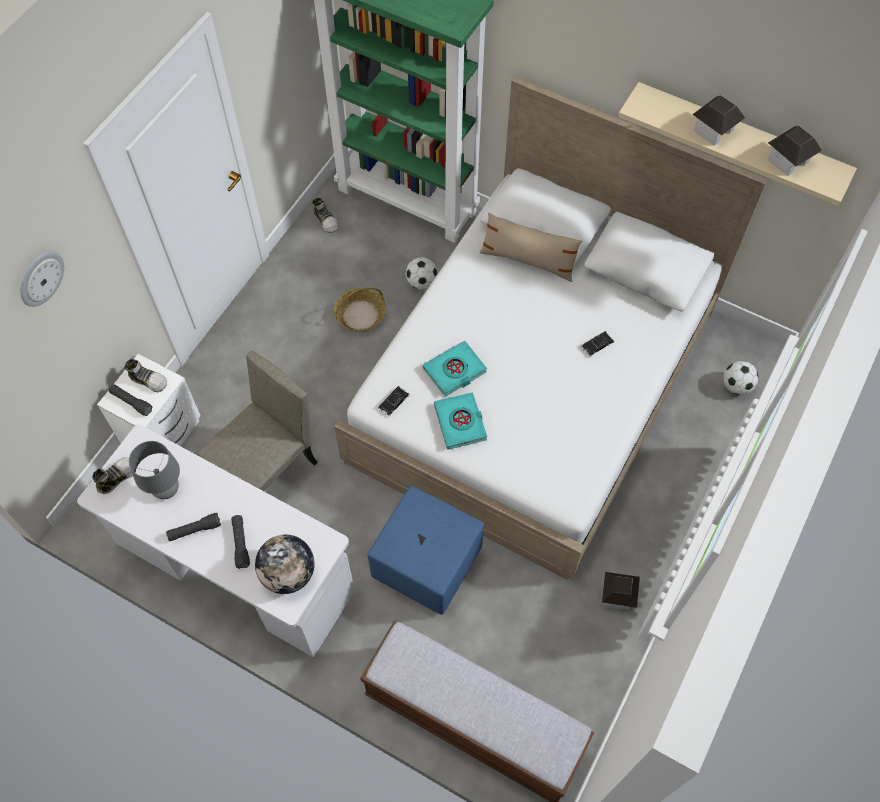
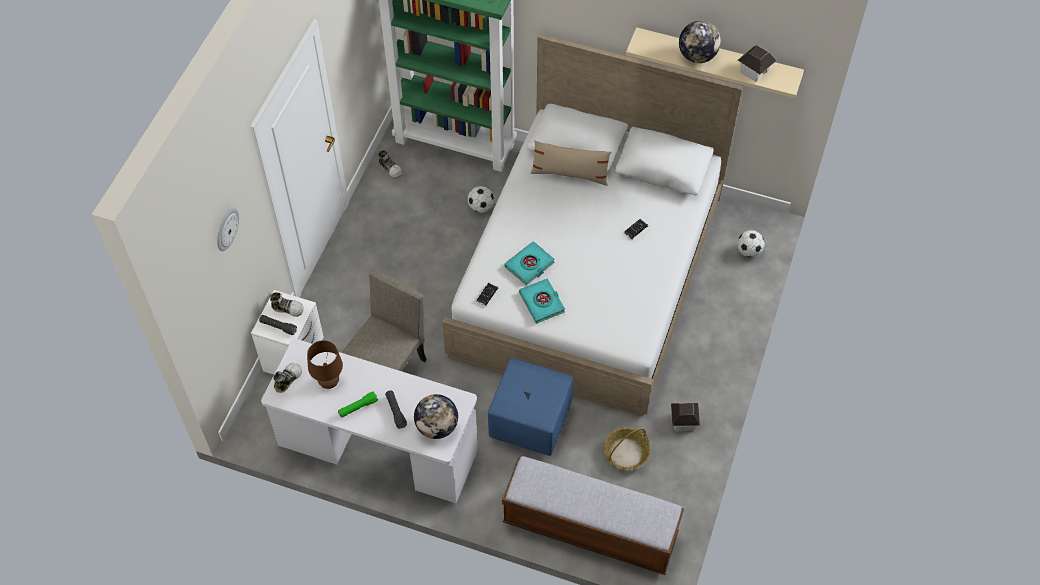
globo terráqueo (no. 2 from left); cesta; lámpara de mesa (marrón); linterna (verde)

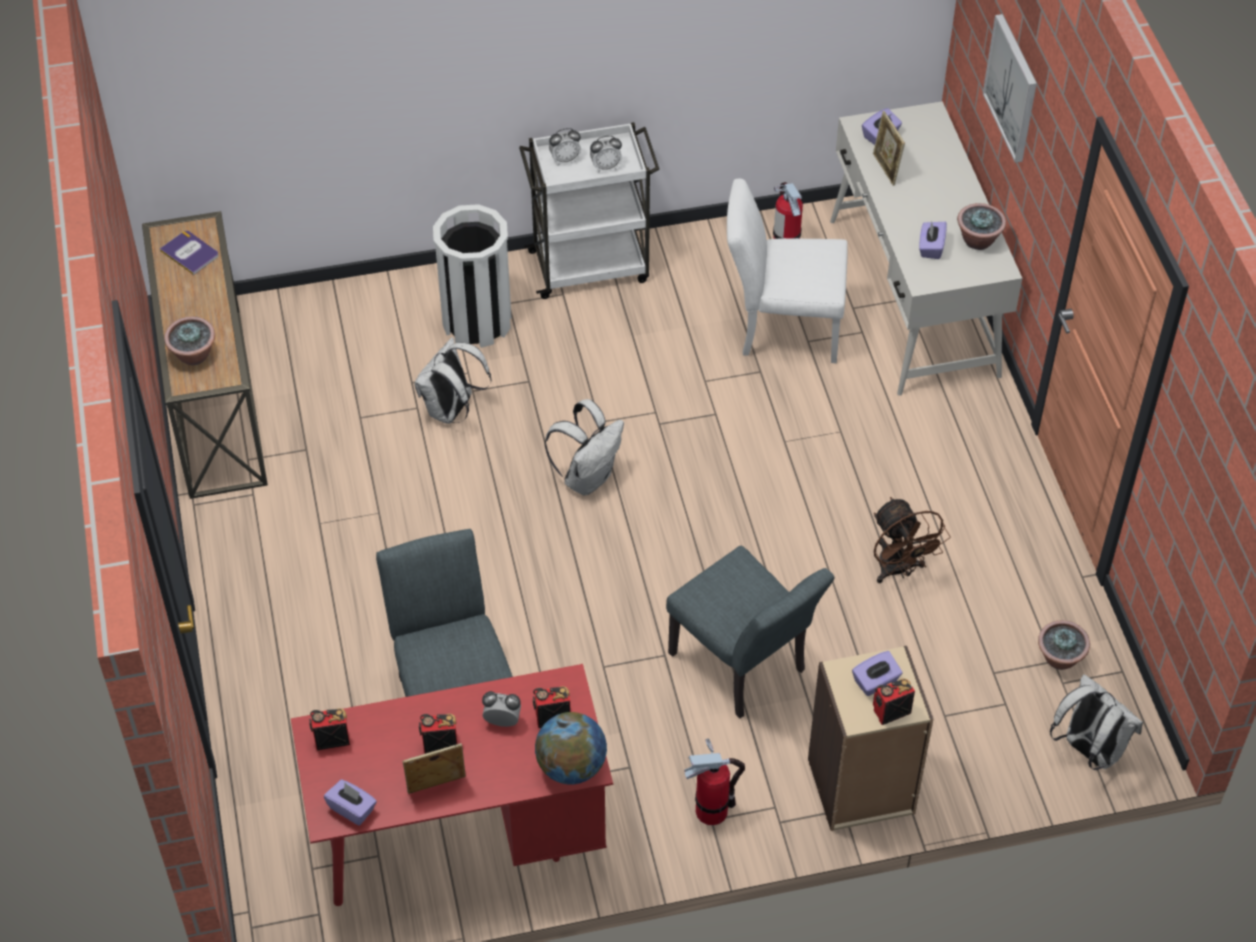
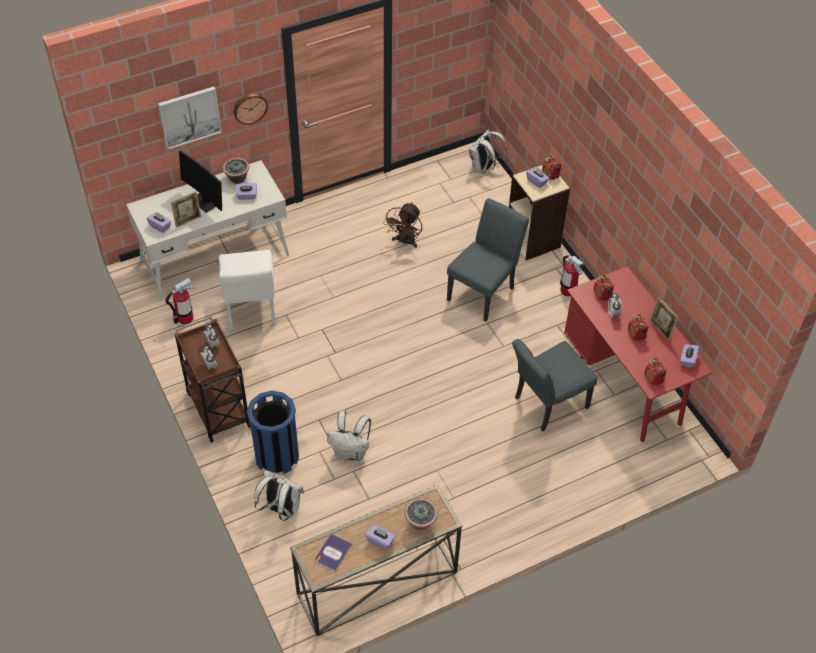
carrito (marrón); papelera (azul); mochila (blanco) (no. 1 from left); ventilador (marrón); planta en maceta (no. 3 from left in the first image); globo terráqueo; reloj de pared; monitor; caja de pañuelos (morado) (no. 3 from left)

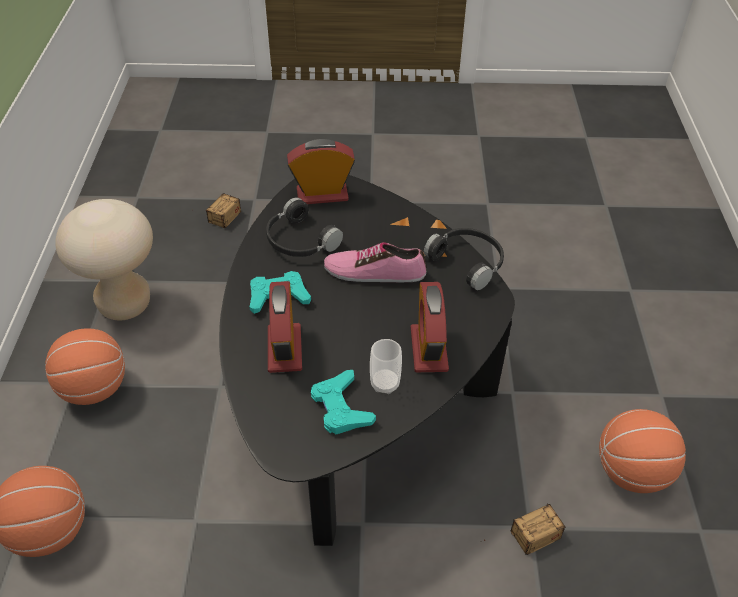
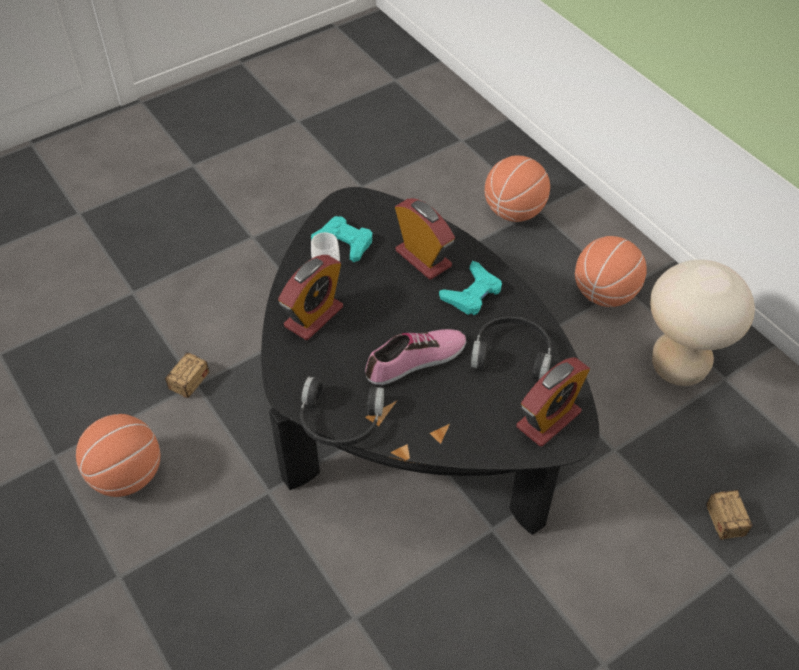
despertador (no. 1 from left)

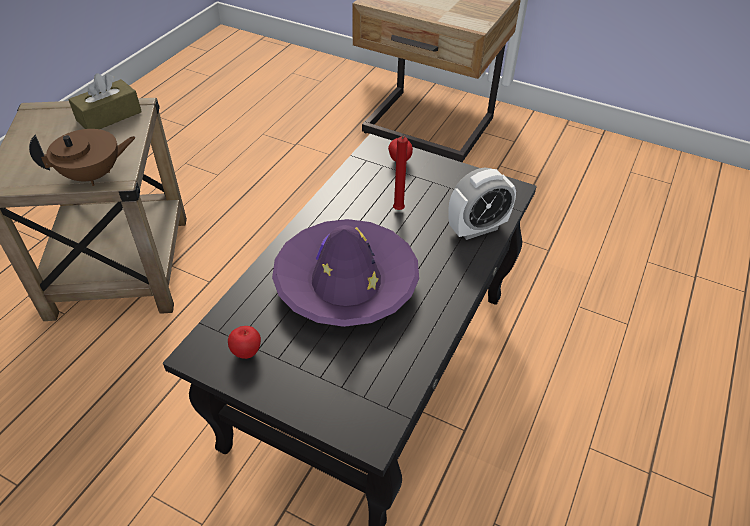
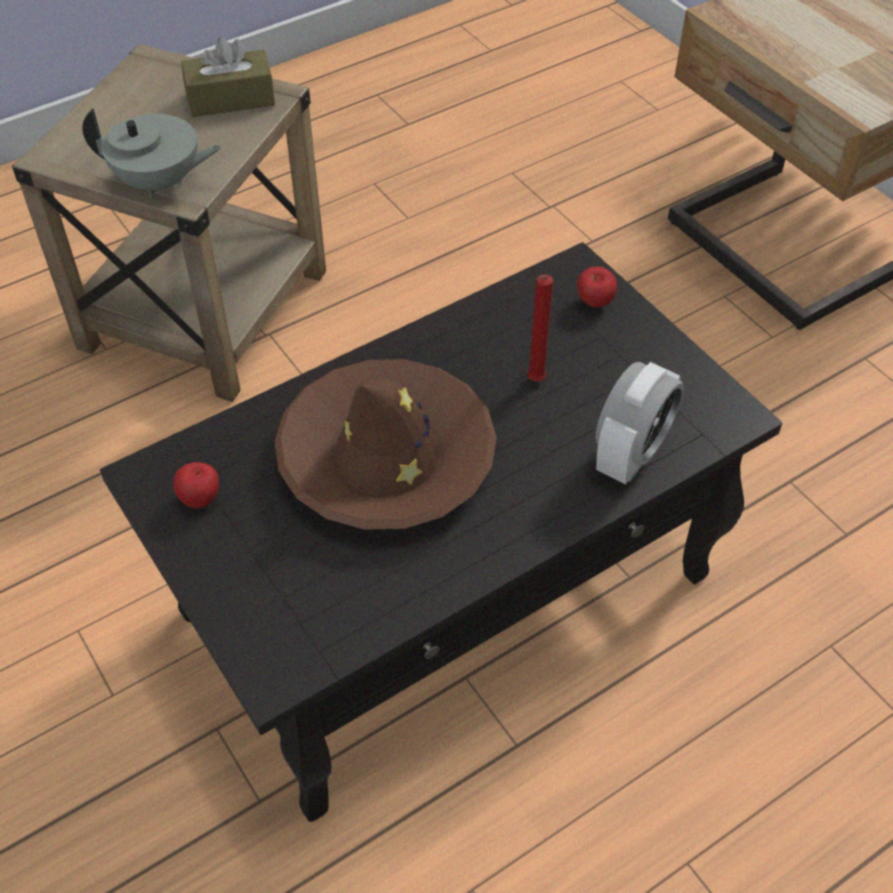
tetera (gris); despertador; sombrero (marrón)

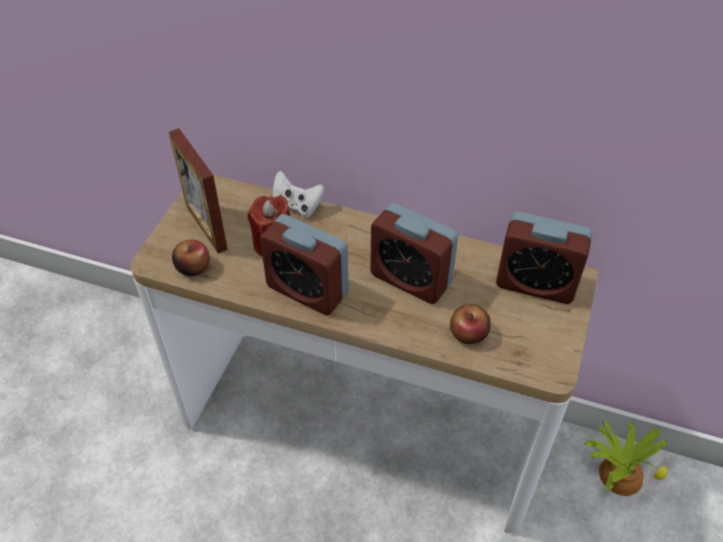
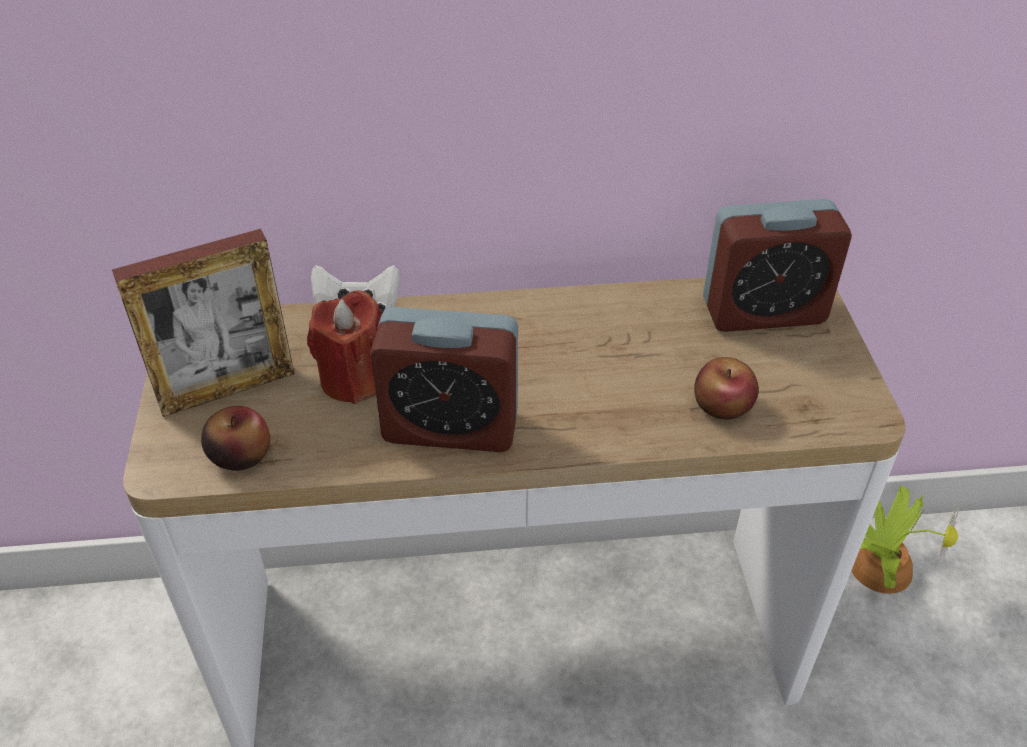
portarretratos; despertador (no. 2 from left in the first image)

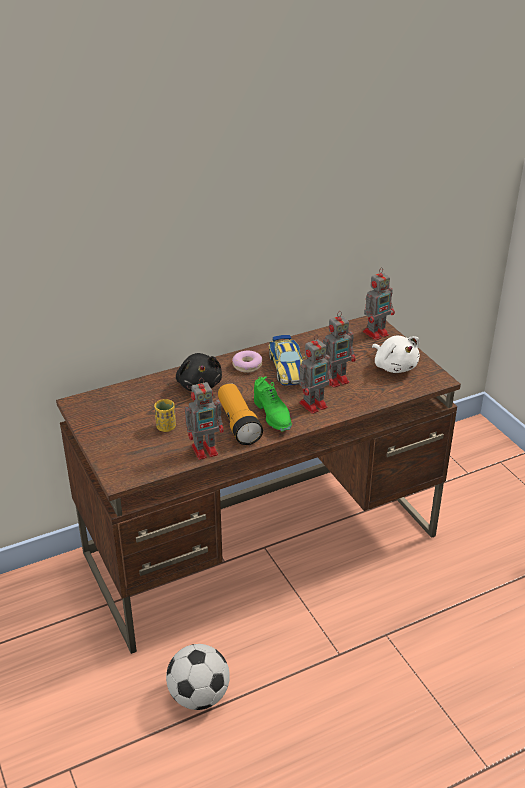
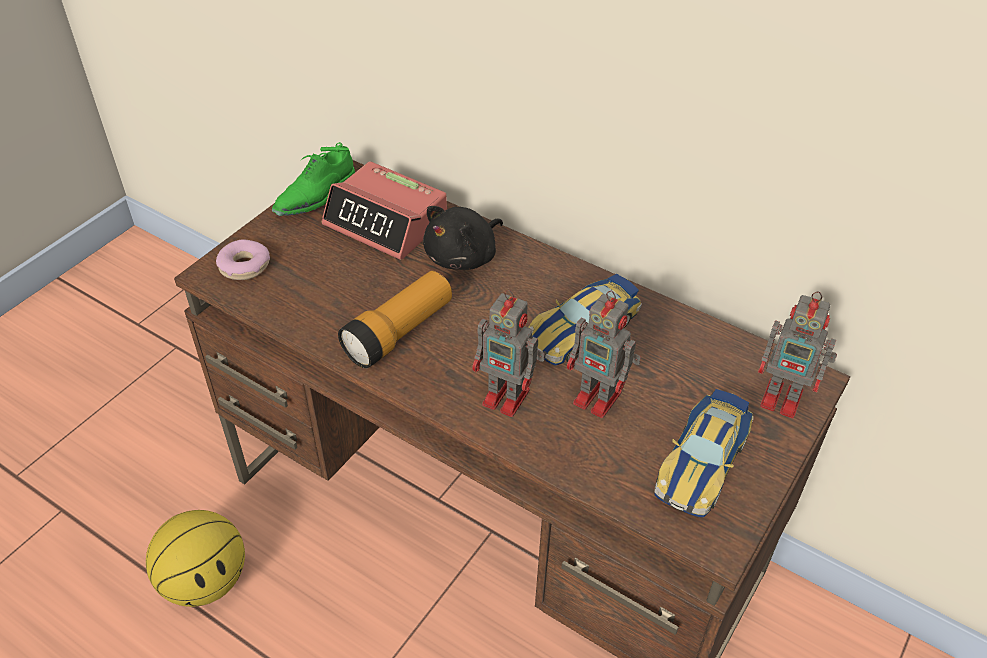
coche de juguete (no. 2 from left); rosquilla; zapato (verde); robot de juguete (no. 1 from left in the first image); taza (amarillo); balón de baloncesto; despertador

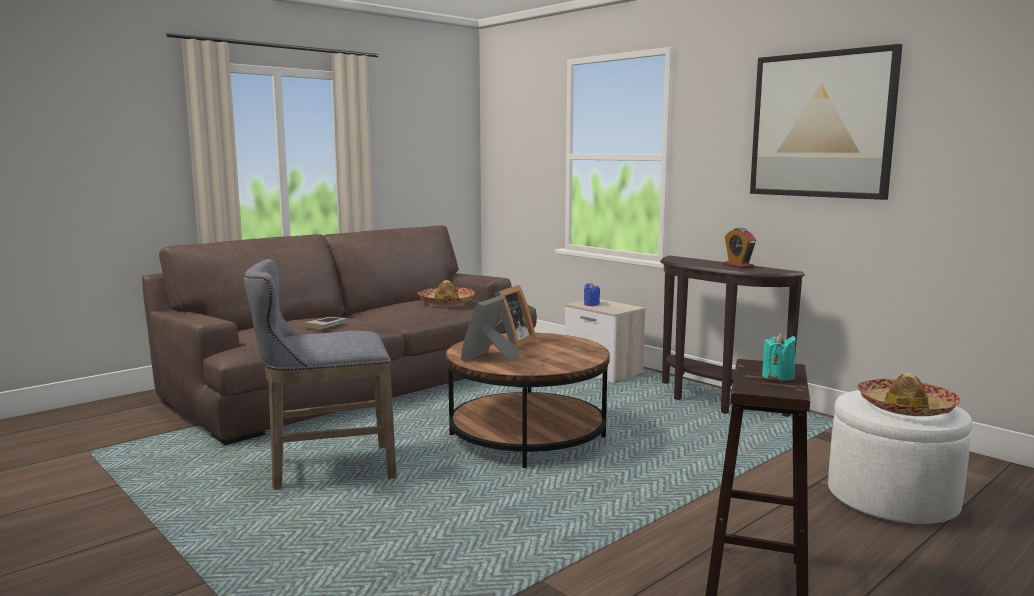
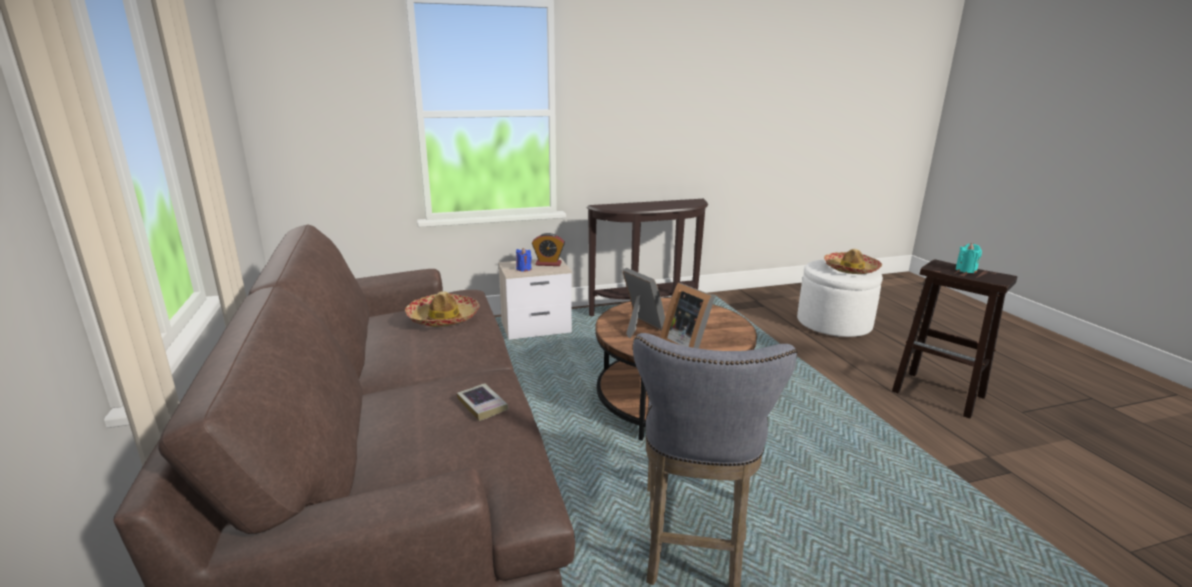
cuadro; despertador

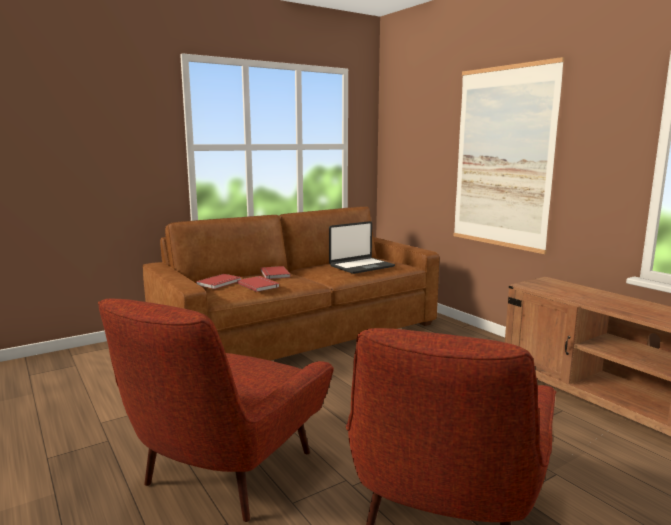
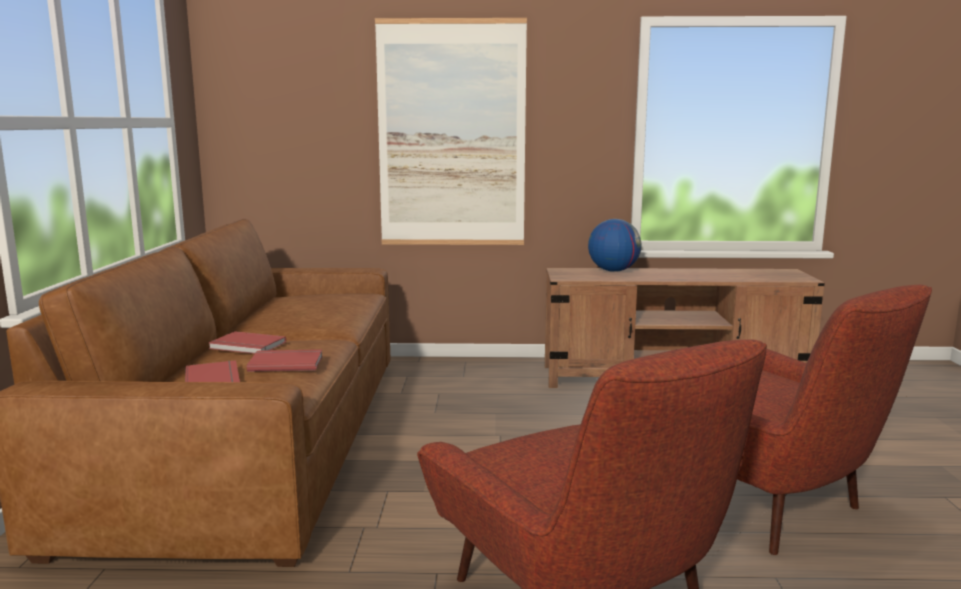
portátil; globo terráqueo

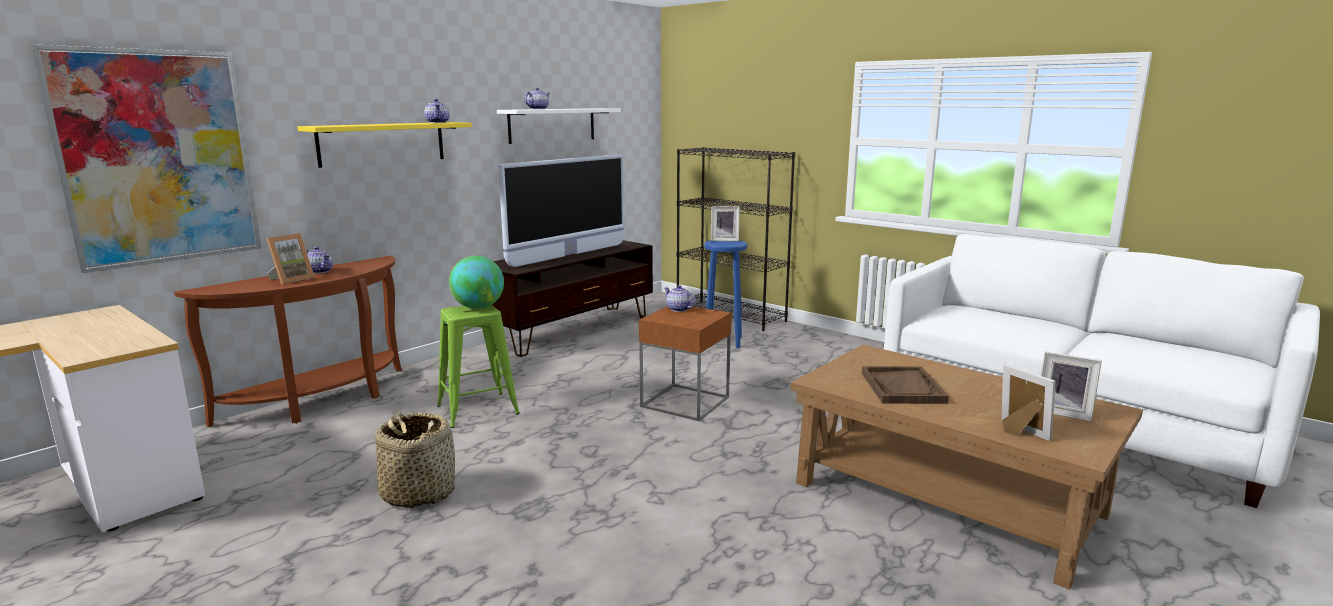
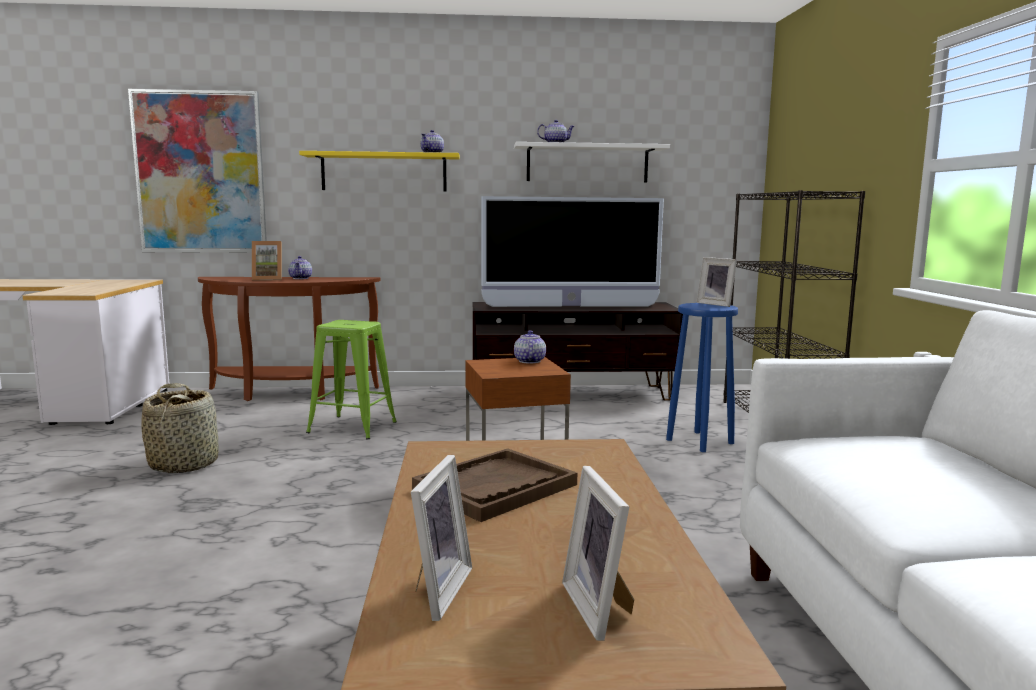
globo terráqueo

